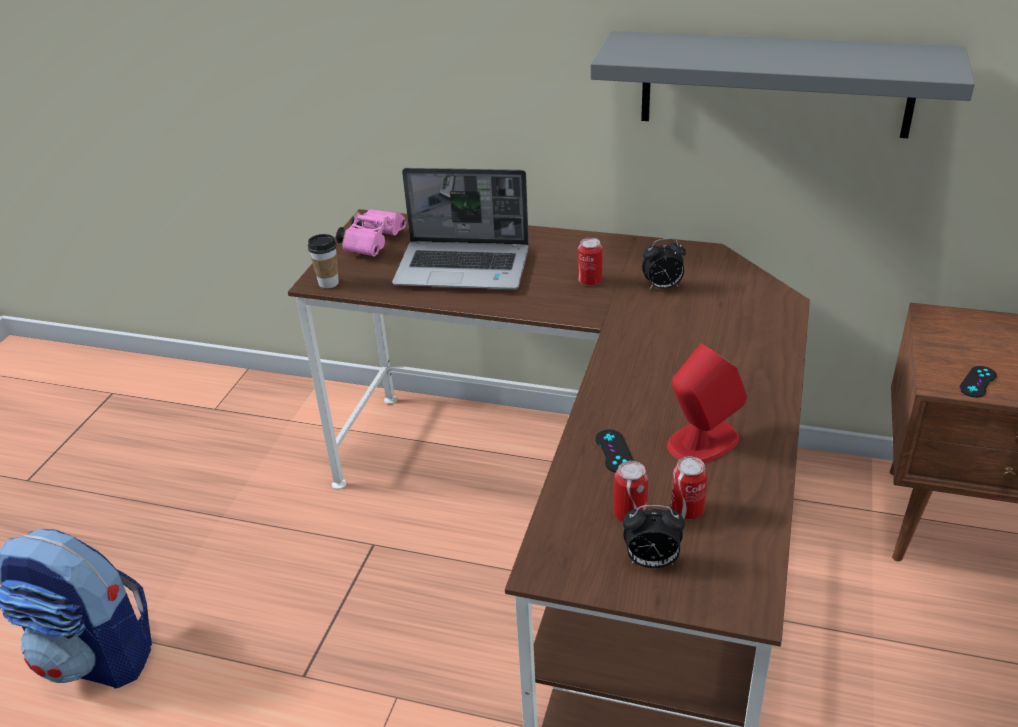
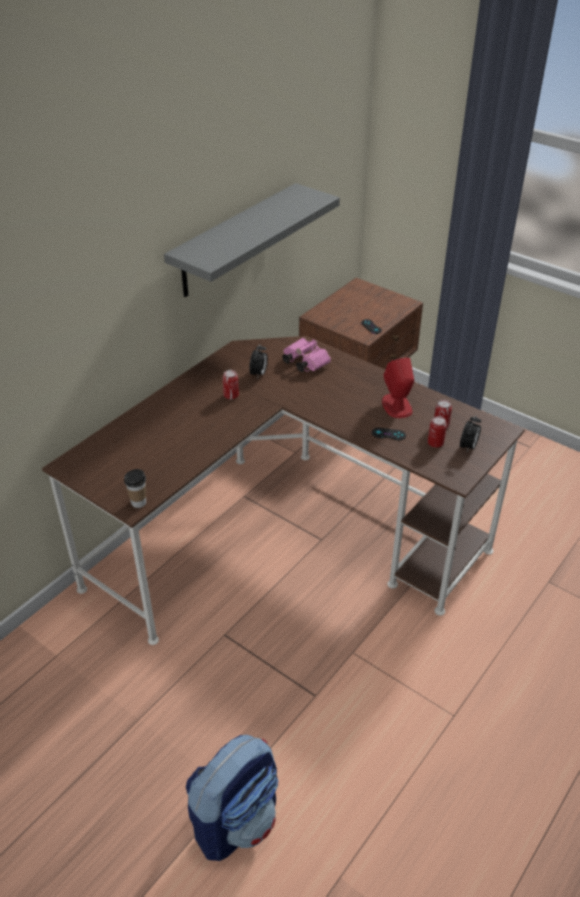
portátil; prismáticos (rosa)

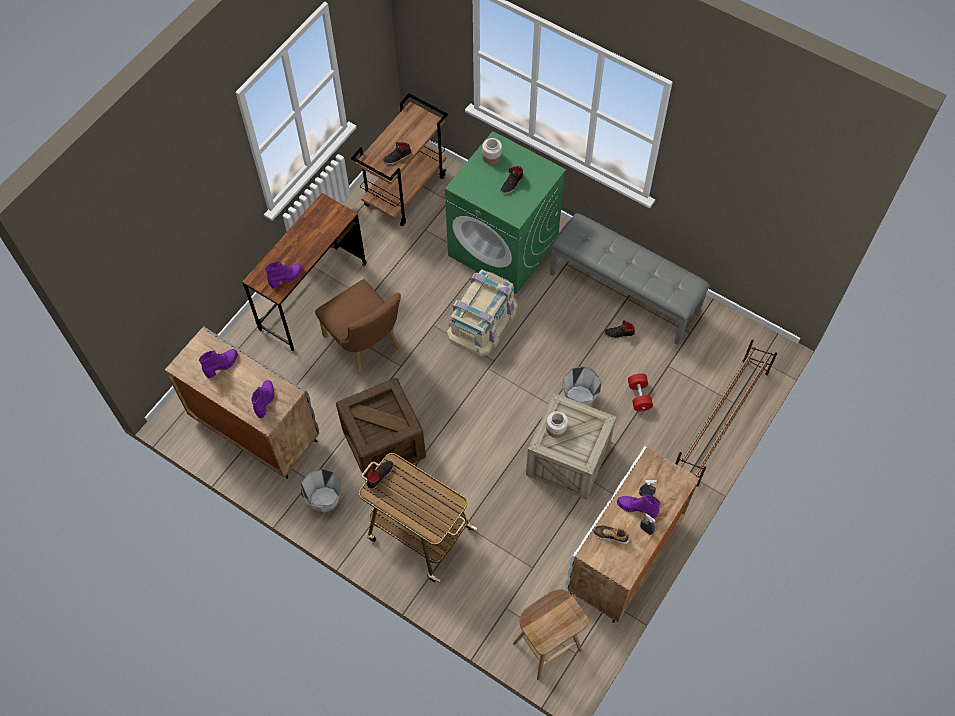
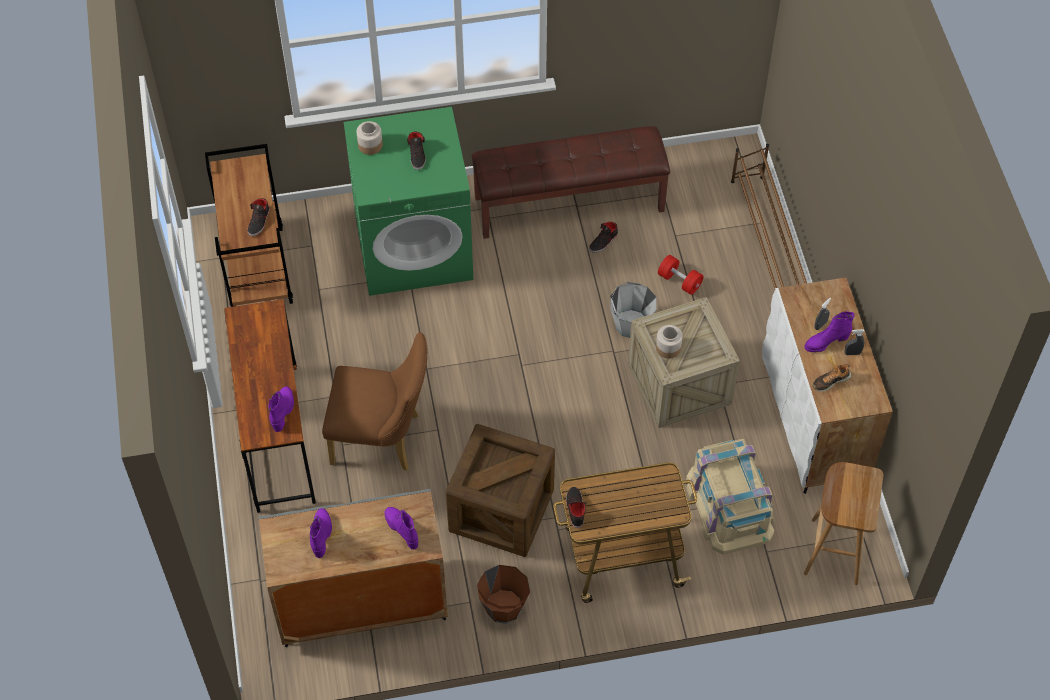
banco (marrón); caja de almacenaje (beis); cubo (marrón)

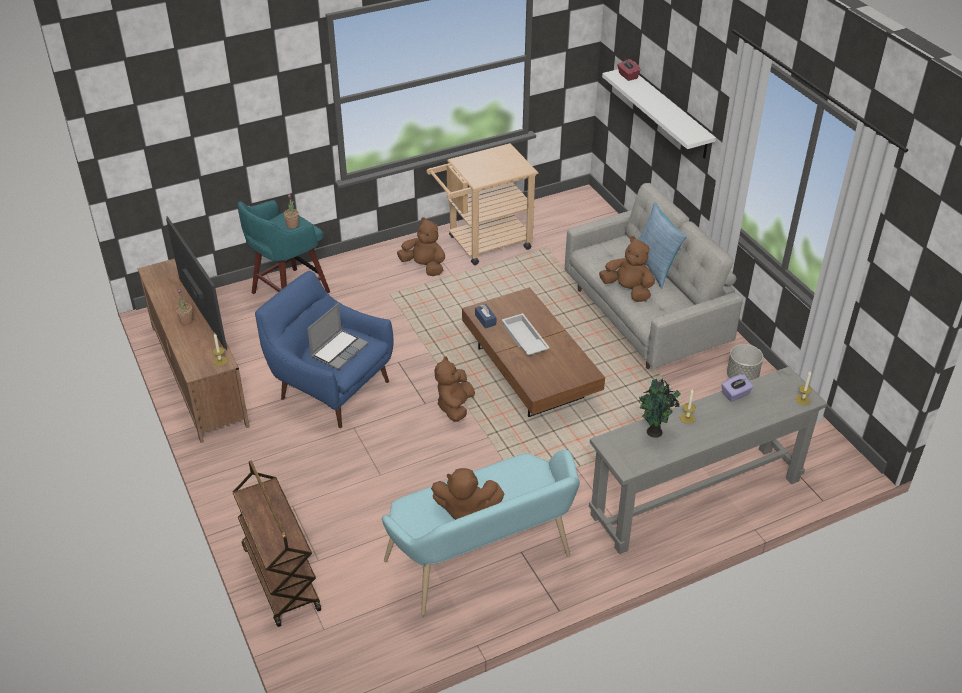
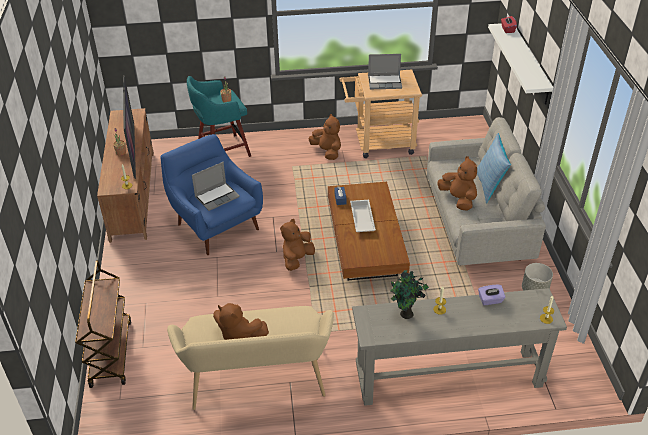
banco (beis); portátil (no. 2 from left)

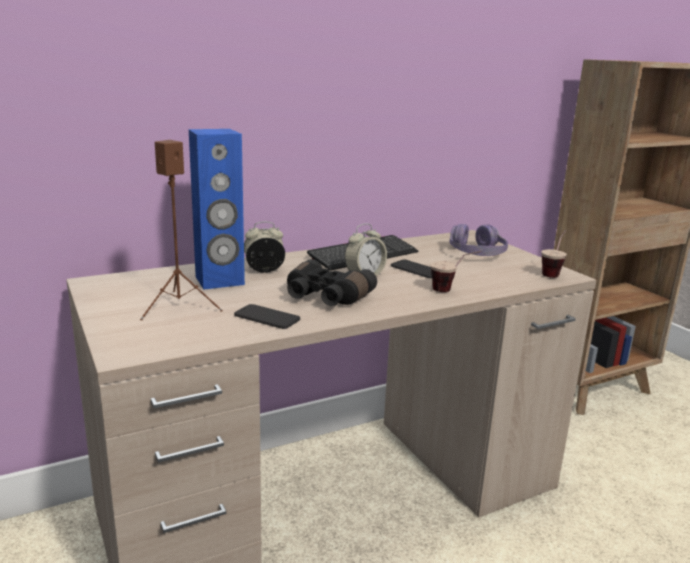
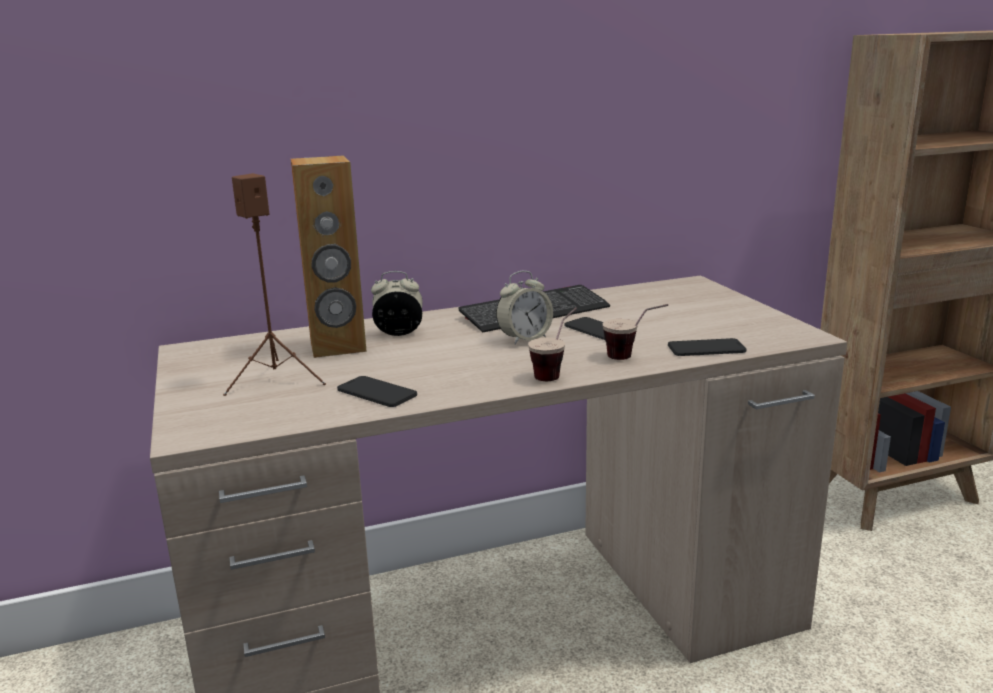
altavoz (marrón) (no. 2 from left); auriculares (morado); taza (no. 1 from left); prismáticos (negro); móvil (no. 3 from left)

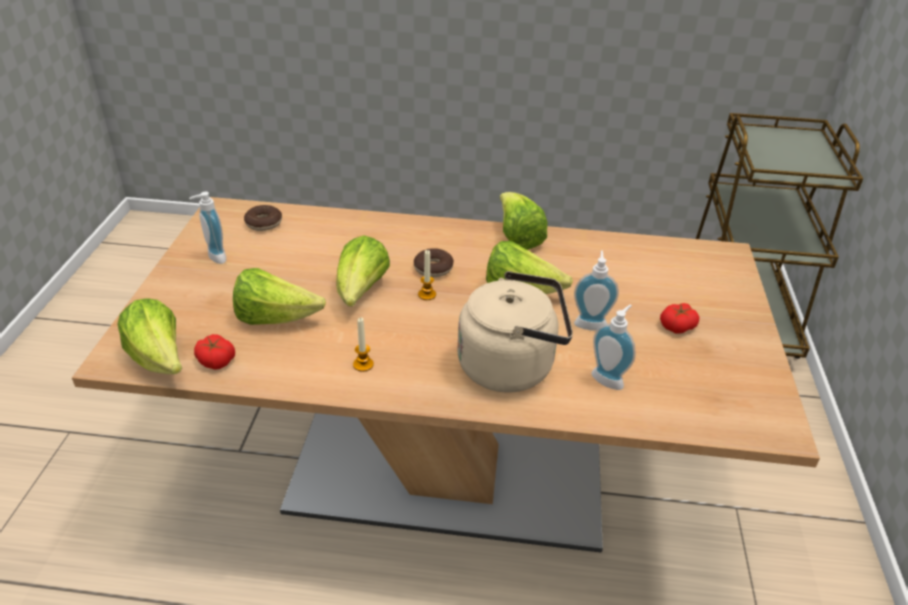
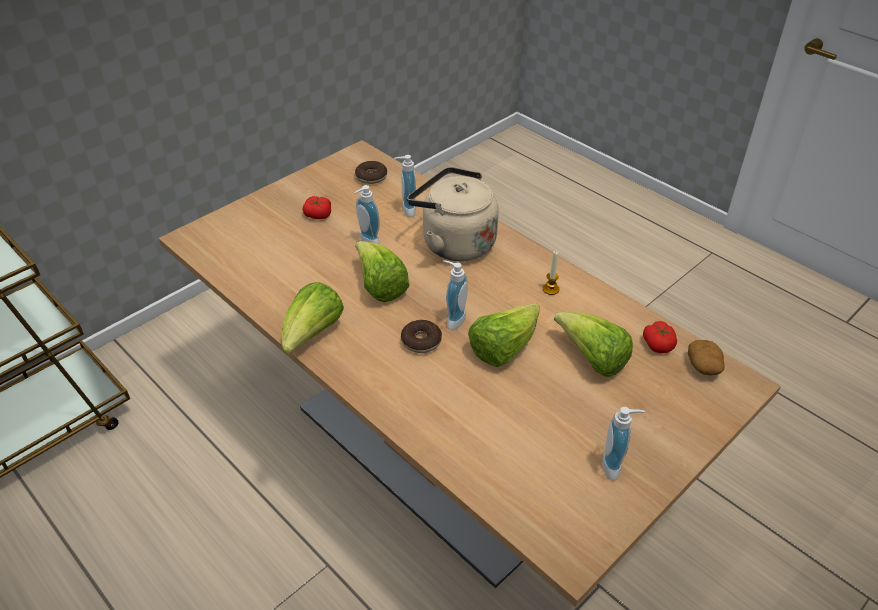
rosquilla (no. 1 from left); dispensador de jabón (no. 3 from left); patata

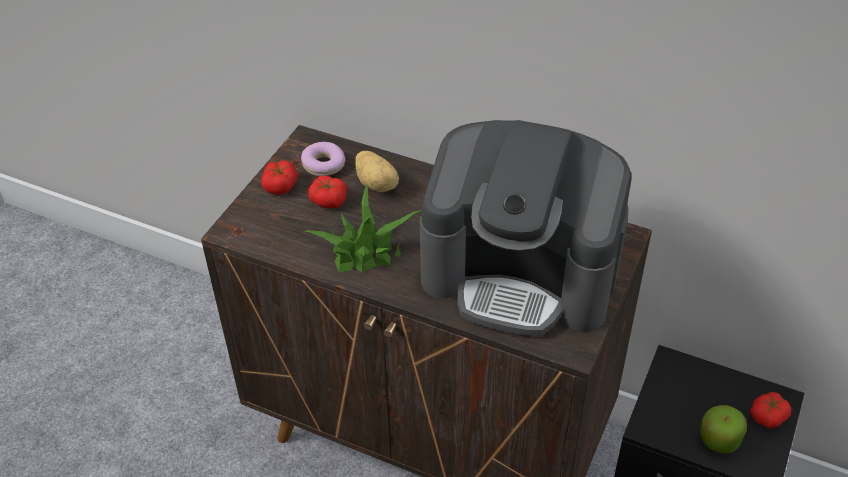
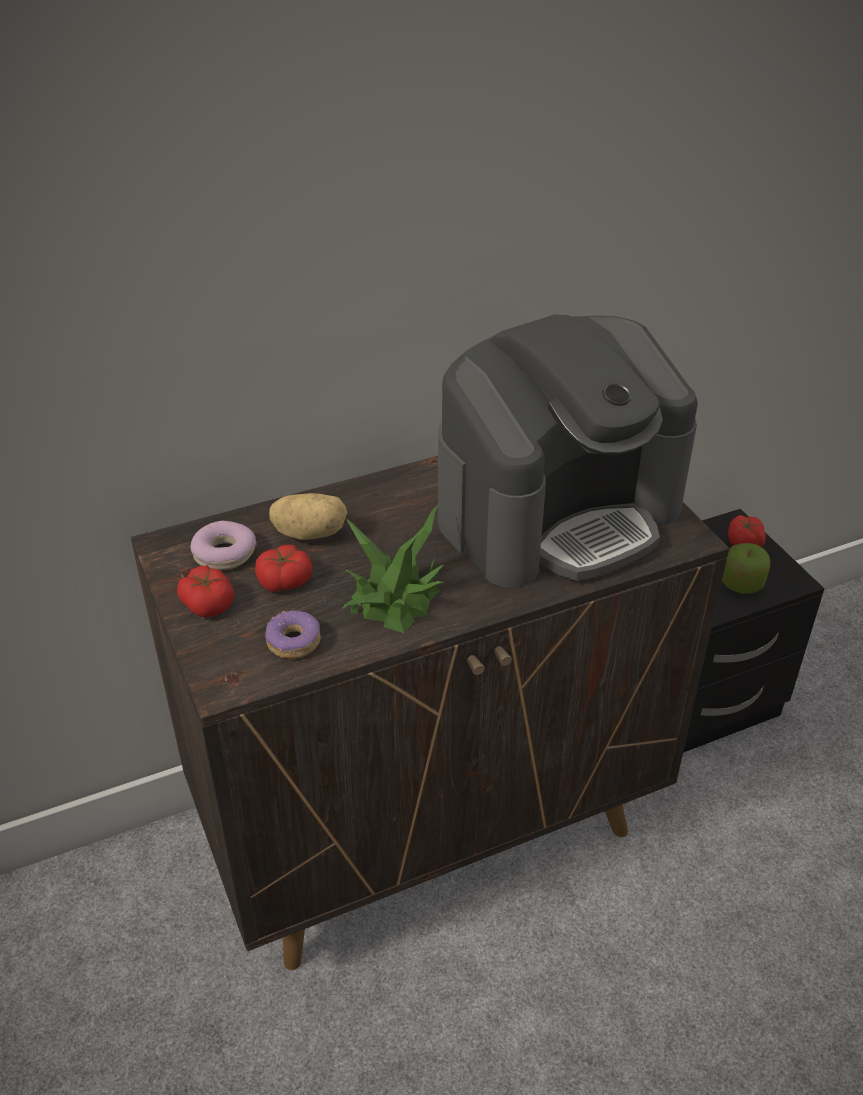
rosquilla (no. 2 from left)

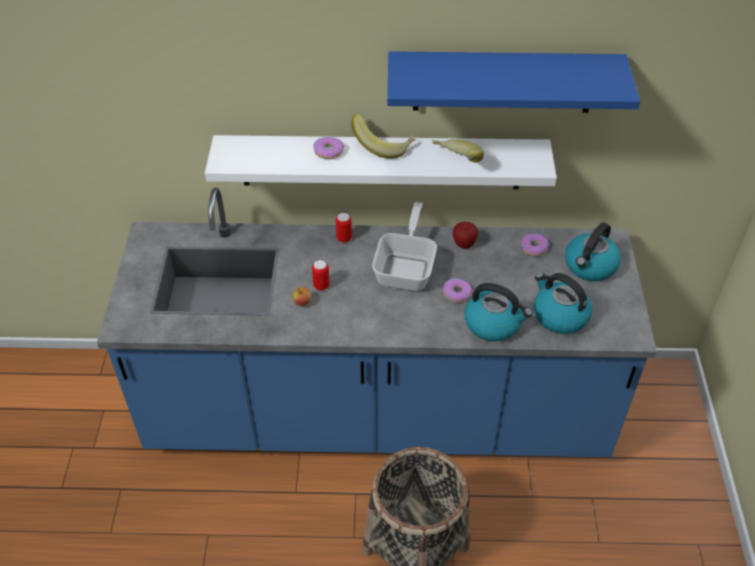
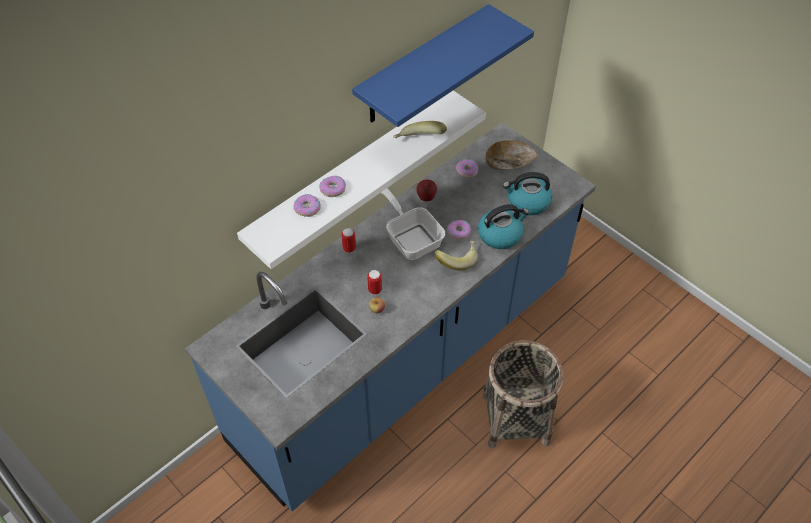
plátano (no. 2 from left); pan; rosquilla (no. 1 from left)

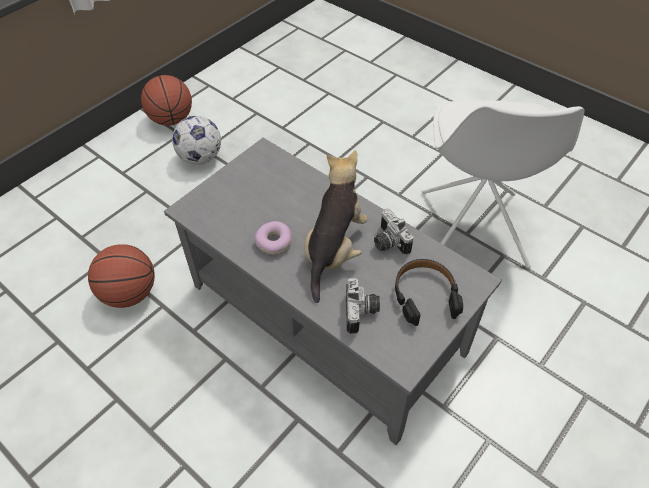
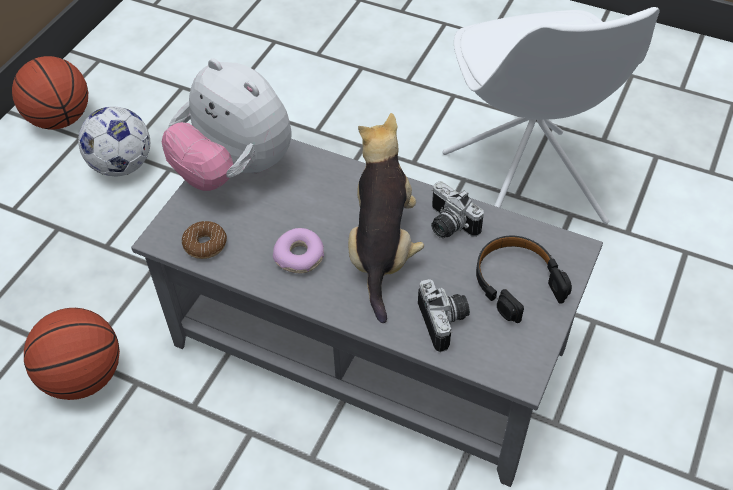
peluche (no. 1 from left); rosquilla (no. 1 from left)

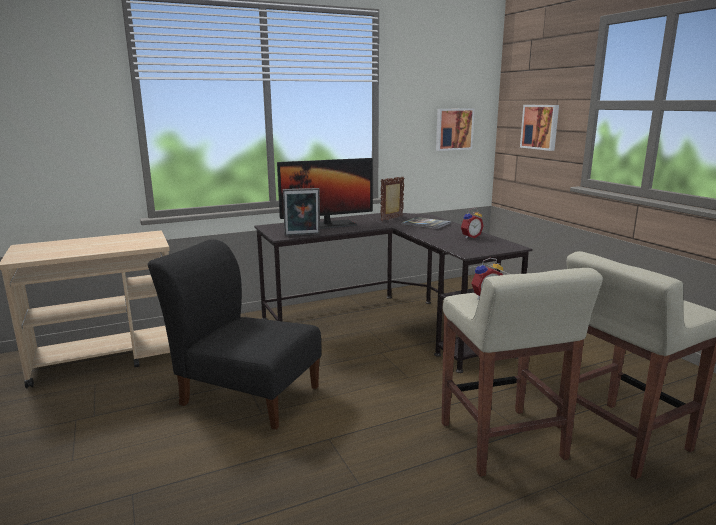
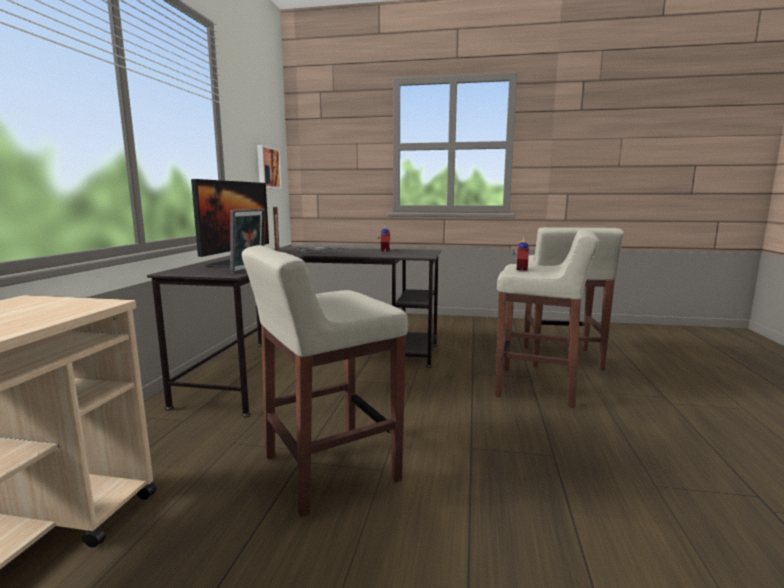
cuadro (no. 2 from left in the first image); taburete (beis) (no. 1 from left)

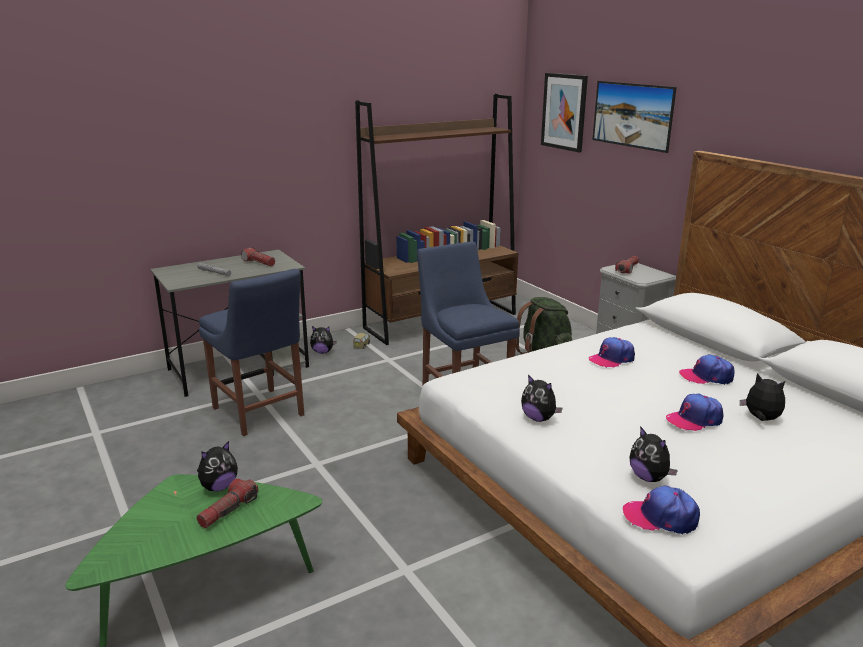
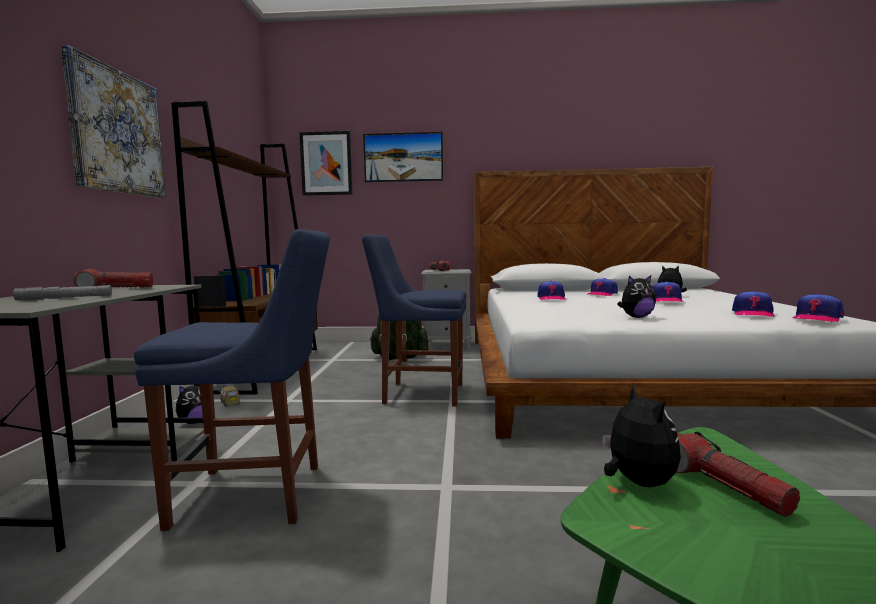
gorra (no. 4 from left); cuadro (no. 1 from left)

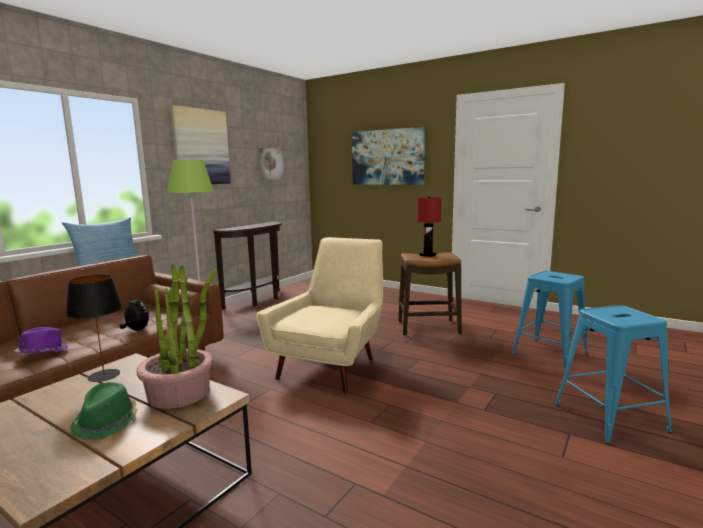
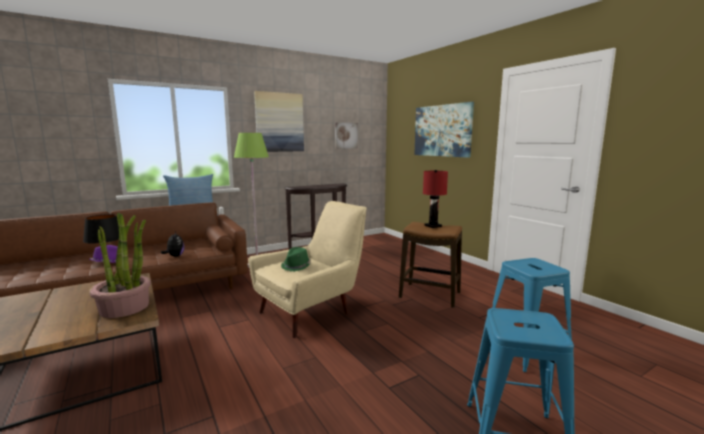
sombrero (verde)

